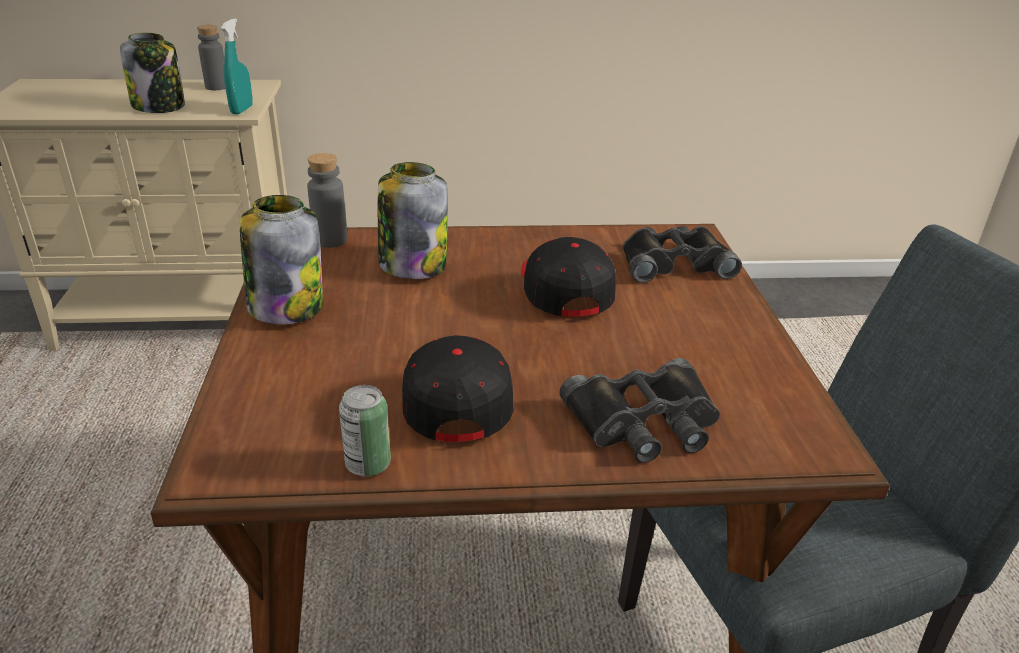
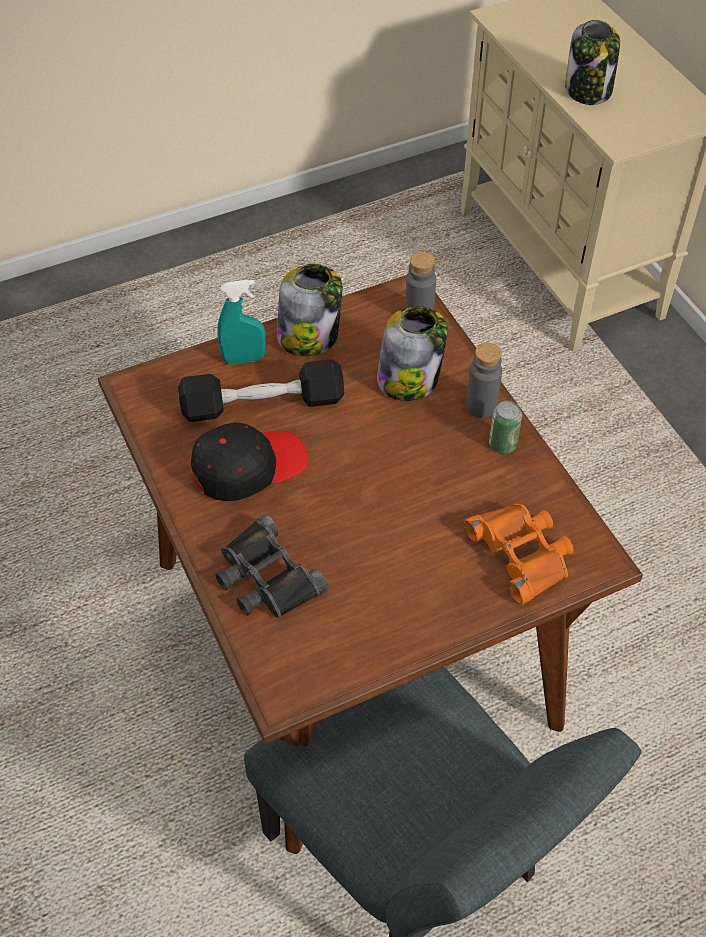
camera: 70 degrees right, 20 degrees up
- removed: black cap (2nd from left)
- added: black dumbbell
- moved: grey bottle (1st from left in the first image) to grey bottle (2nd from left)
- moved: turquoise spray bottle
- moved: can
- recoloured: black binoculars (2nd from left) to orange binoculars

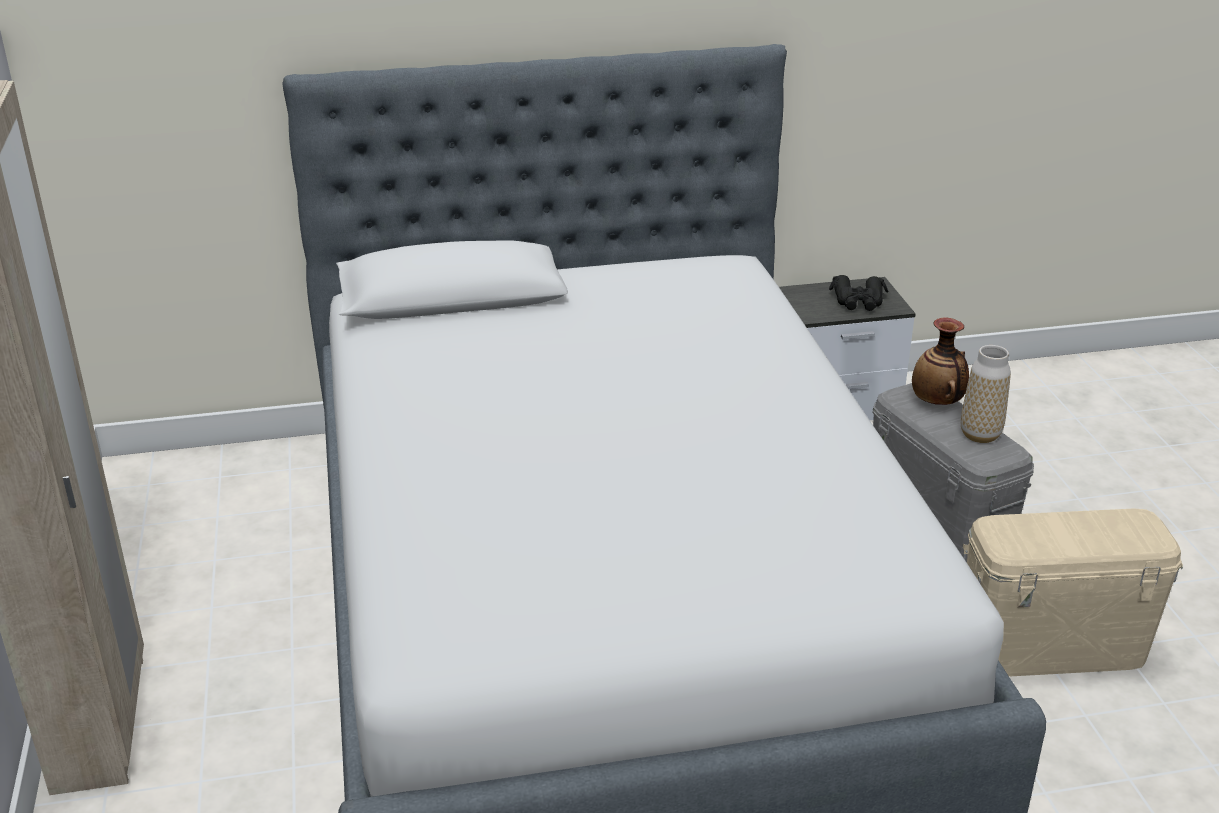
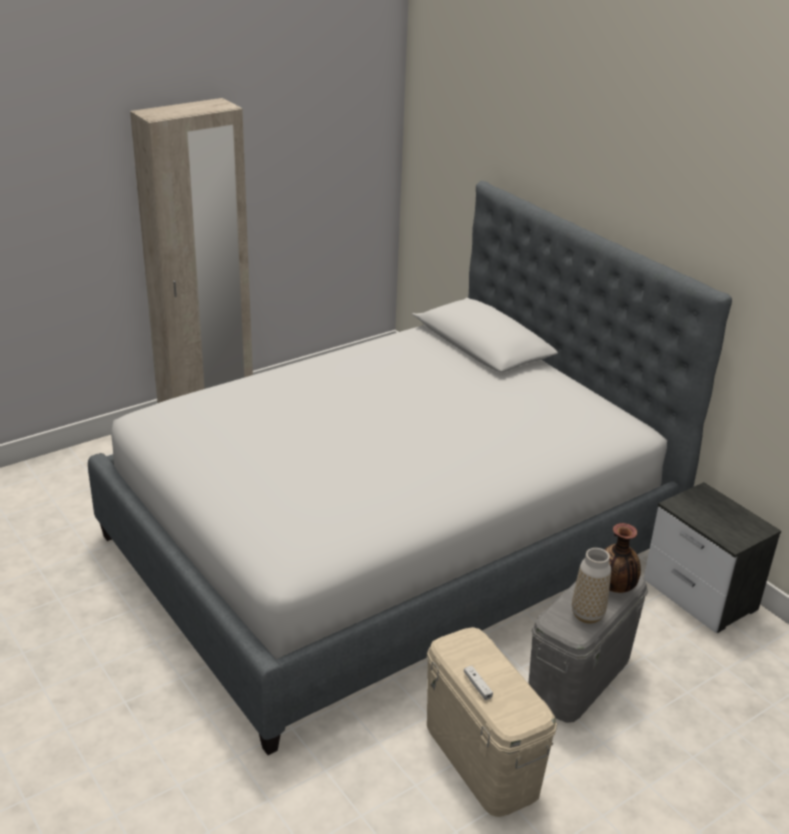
camera: 65 degrees right, 0 degrees up
- removed: black binoculars
- added: white game controller

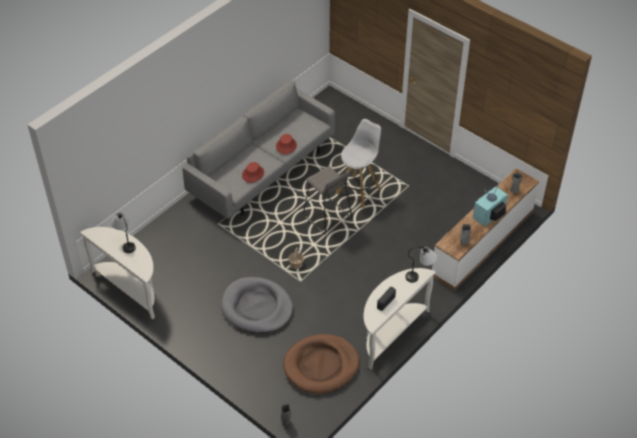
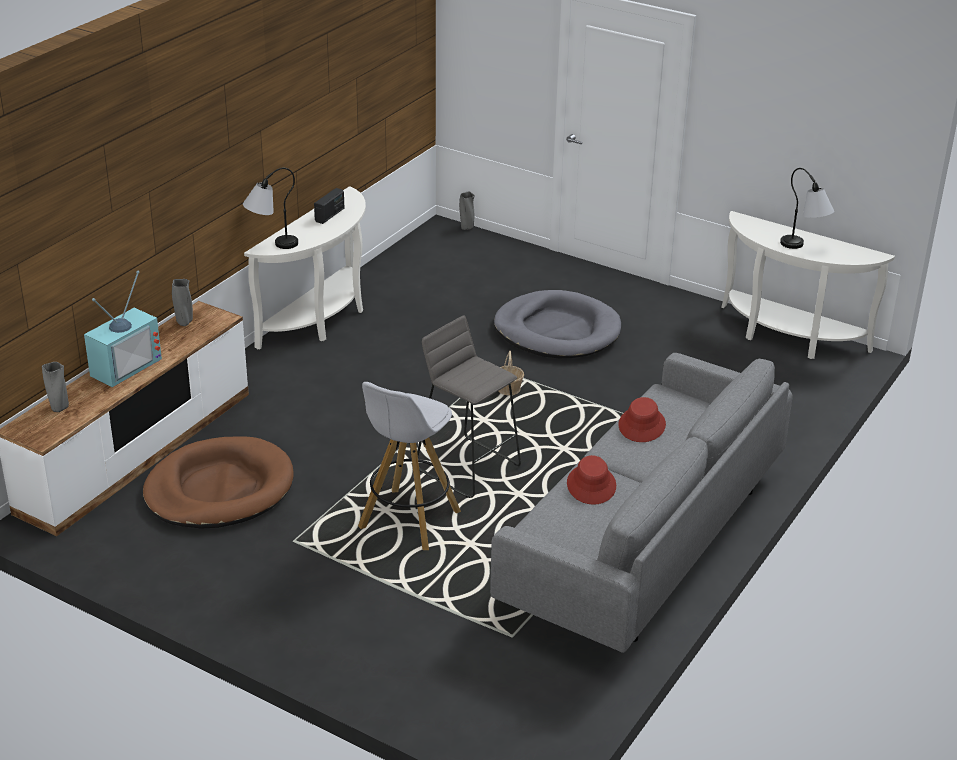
camera: 170 degrees right, 15 degrees down
- moved: brown dog bed

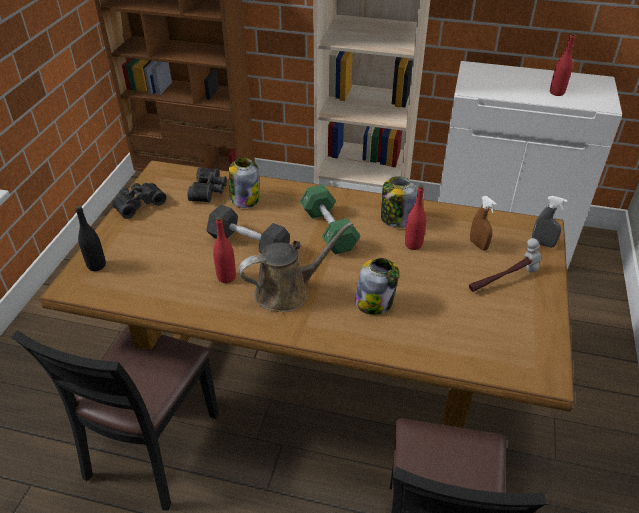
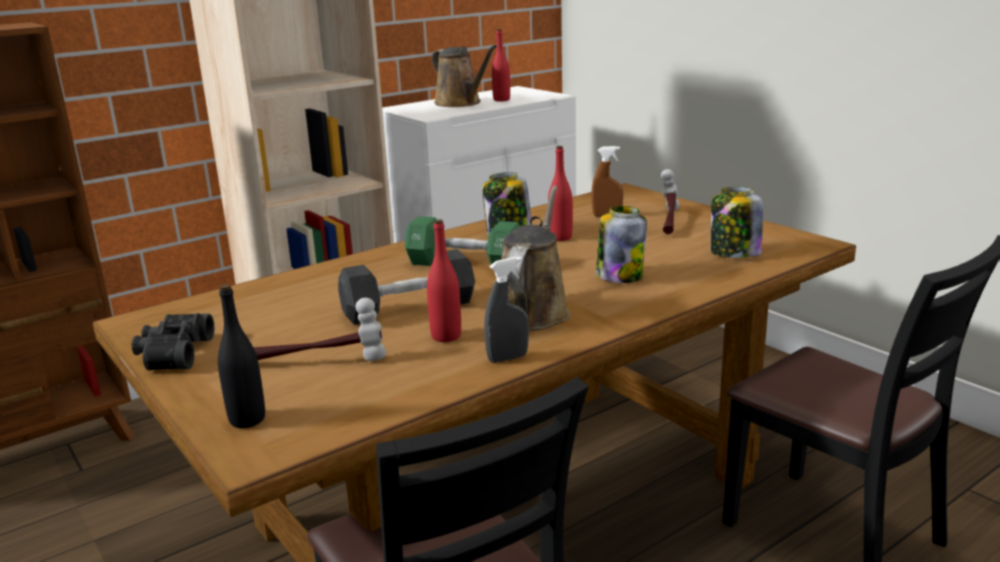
camera: 50 degrees left, 20 degrees down
- removed: black binoculars (2nd from left)
- added: hammer (1st from left)
- added: brown watering can (1st from left)
- moved: jar (1st from left in the first image) to jar (3rd from left)
- moved: grey spray bottle

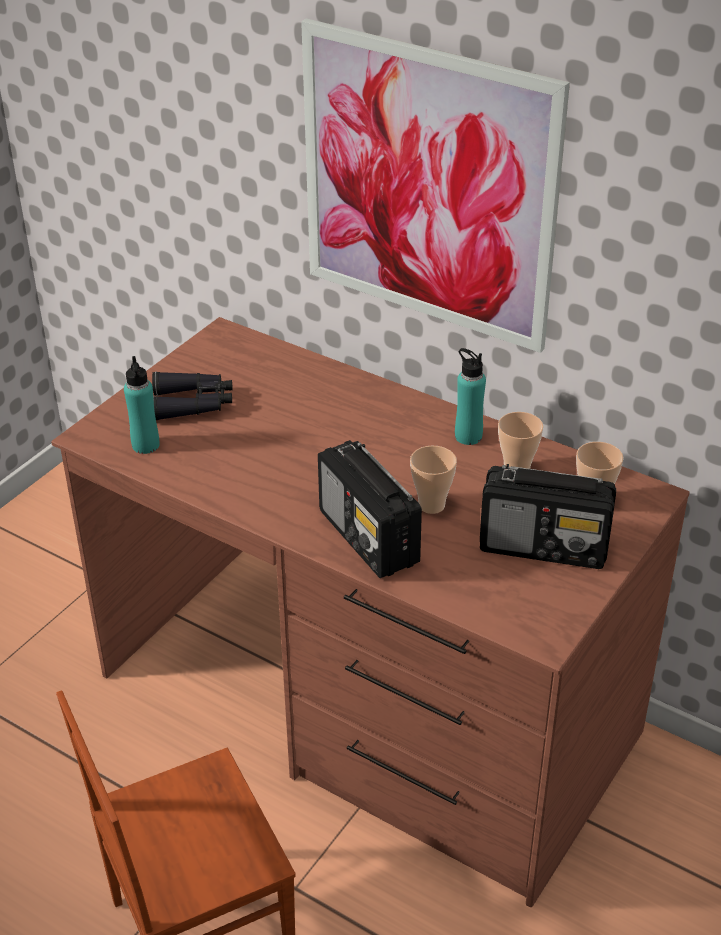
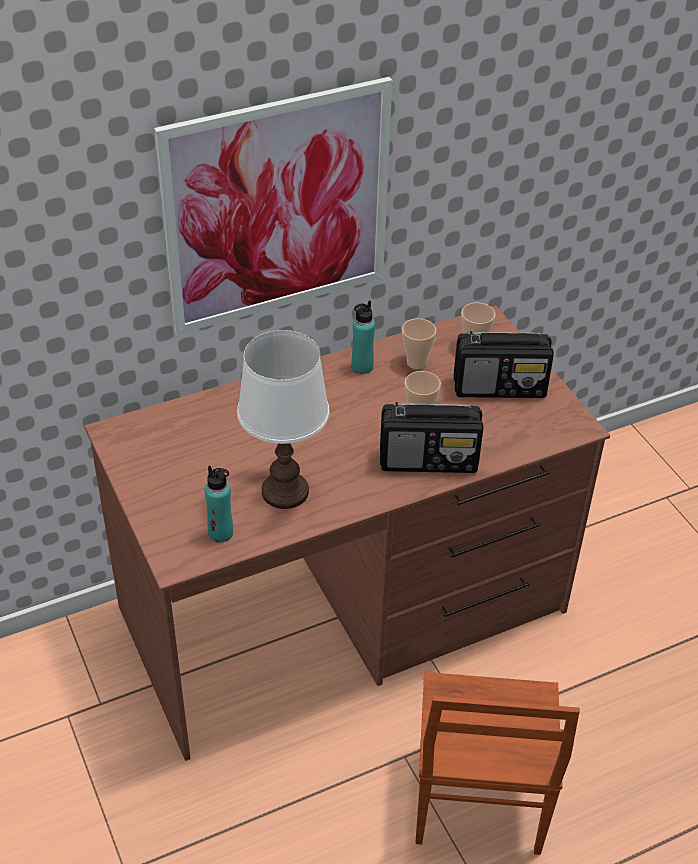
camera: 60 degrees left, 5 degrees up
- removed: black binoculars
- added: white table lamp
- turned: radio (2nd from left) 45 degrees clockwise

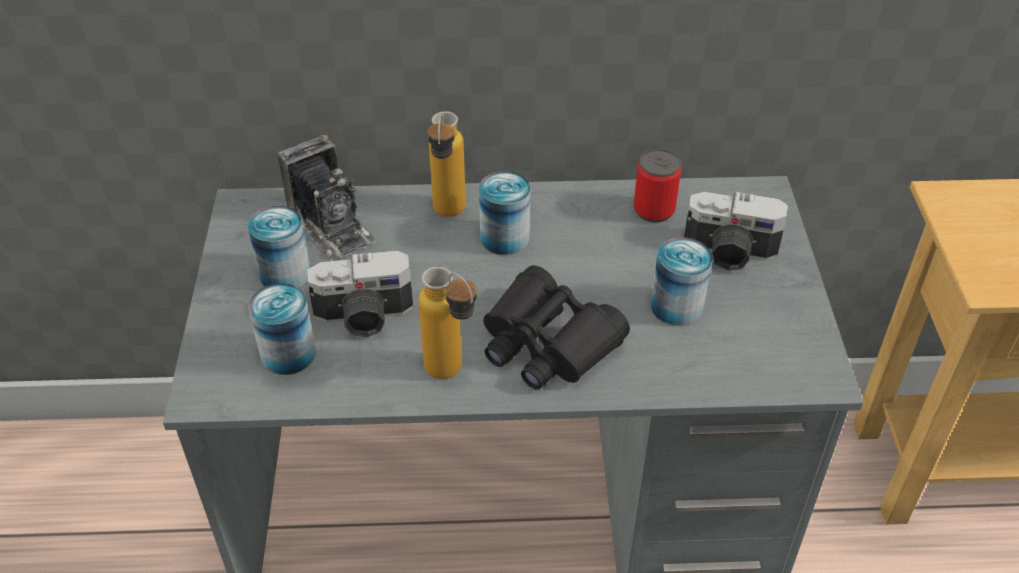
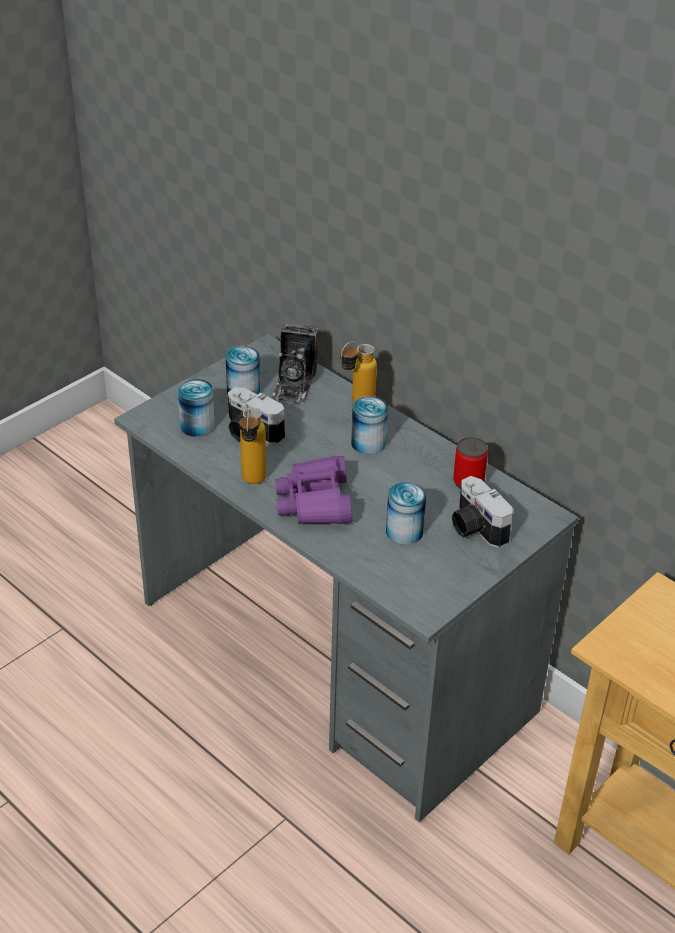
camera: 45 degrees right, 5 degrees down
- recoloured: black binoculars to purple binoculars

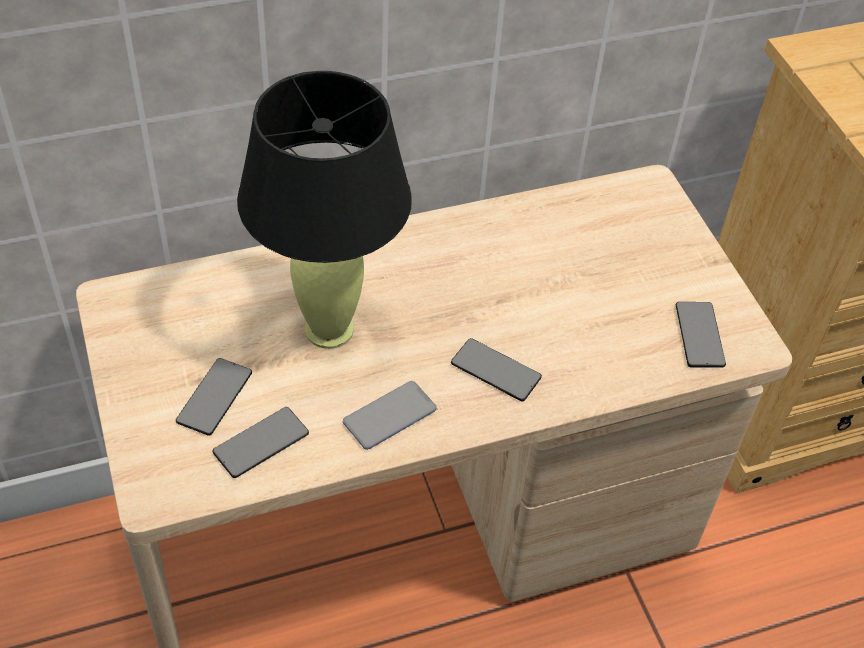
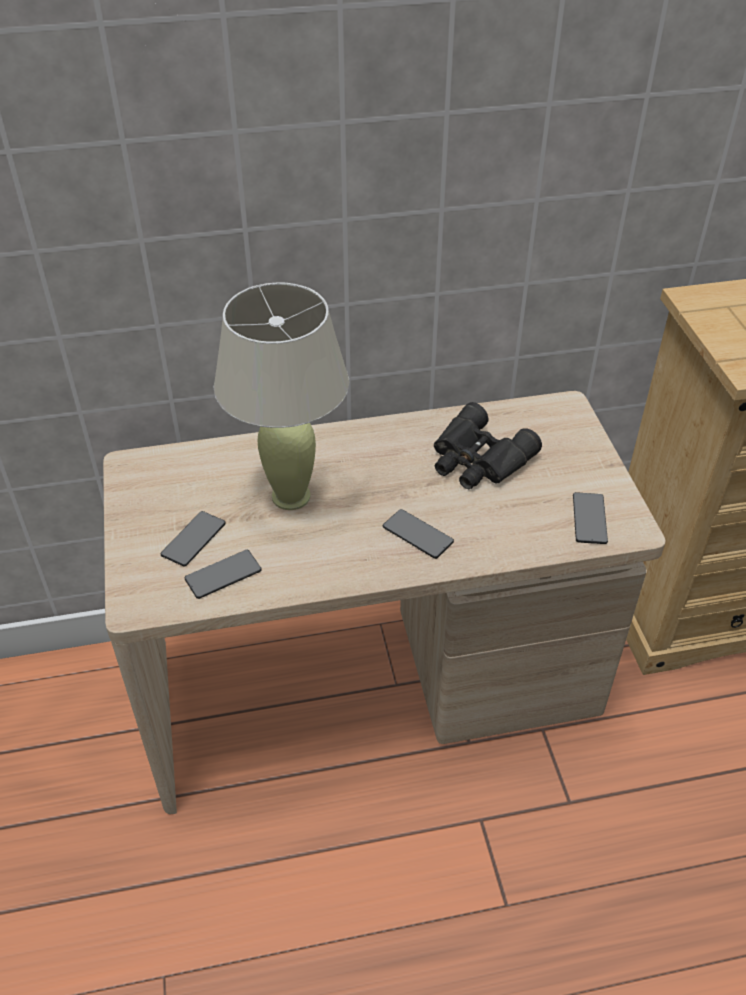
camera: 10 degrees right, 5 degrees down
- removed: phone (3rd from left)
- added: black binoculars
- recoloured: black table lamp to beige table lamp

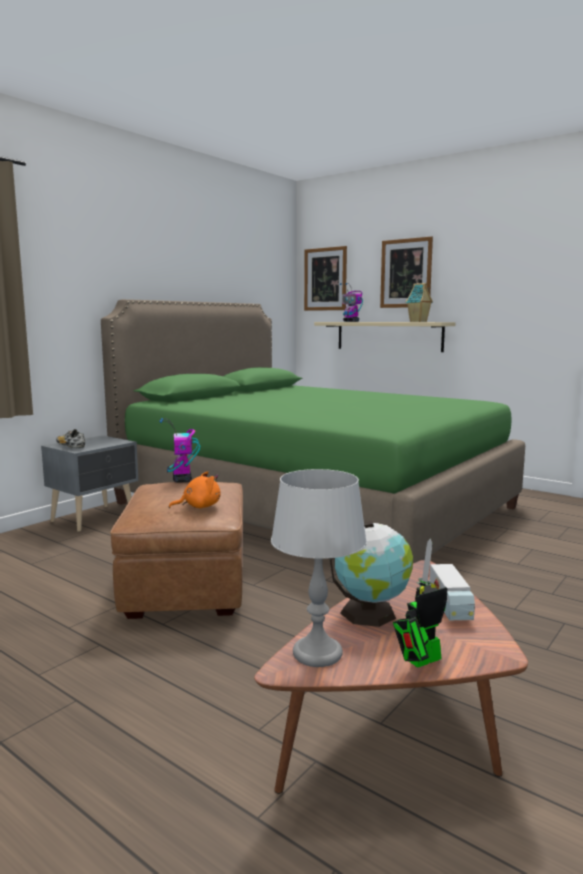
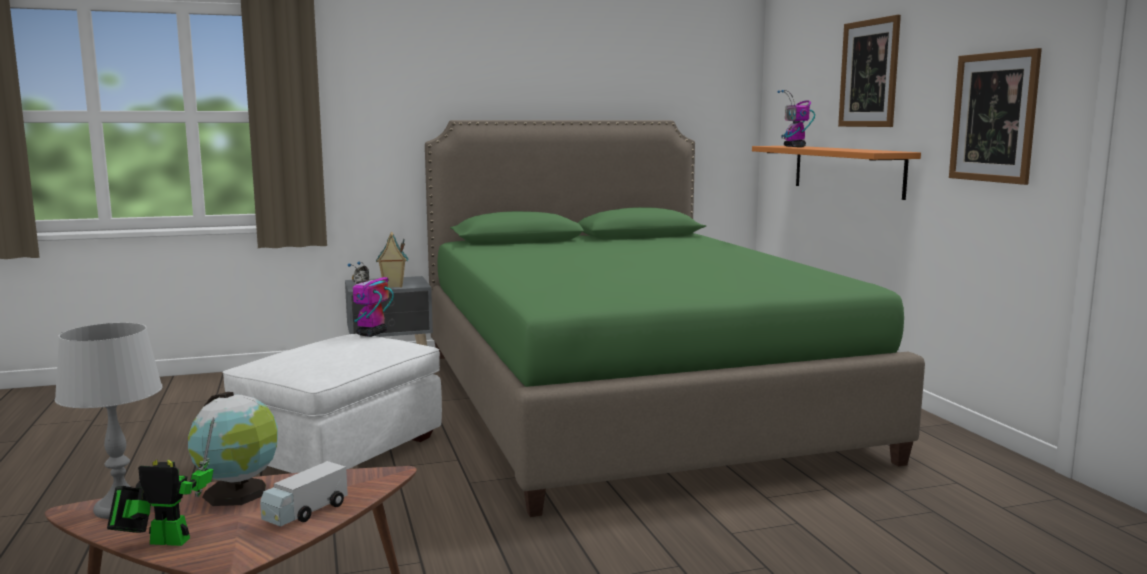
camera: 35 degrees right, 0 degrees up
- removed: orange plush toy
- moved: picture (1st from left in the first image) to picture (2nd from left)
- moved: toy house
- recoloured: brown ottoman to white ottoman
- recoloured: beige shelf to orange shelf

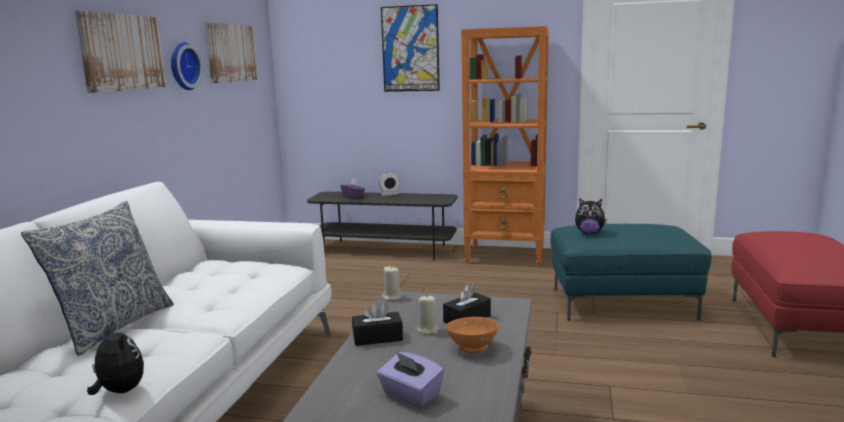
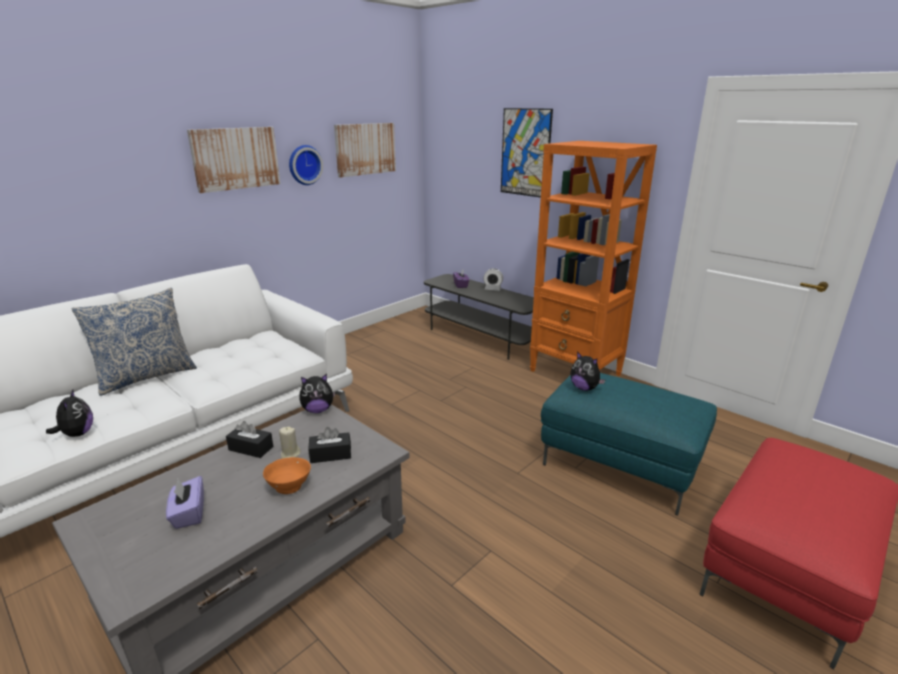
camera: 30 degrees right, 10 degrees up
- replaced: beige candle (1st from left) to plush toy (2nd from left)

